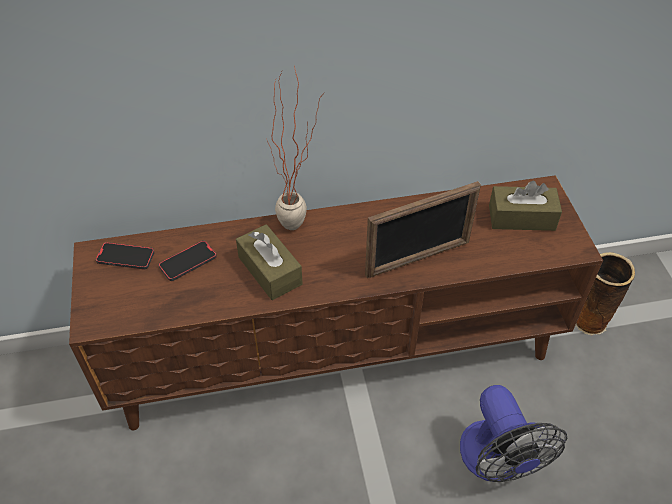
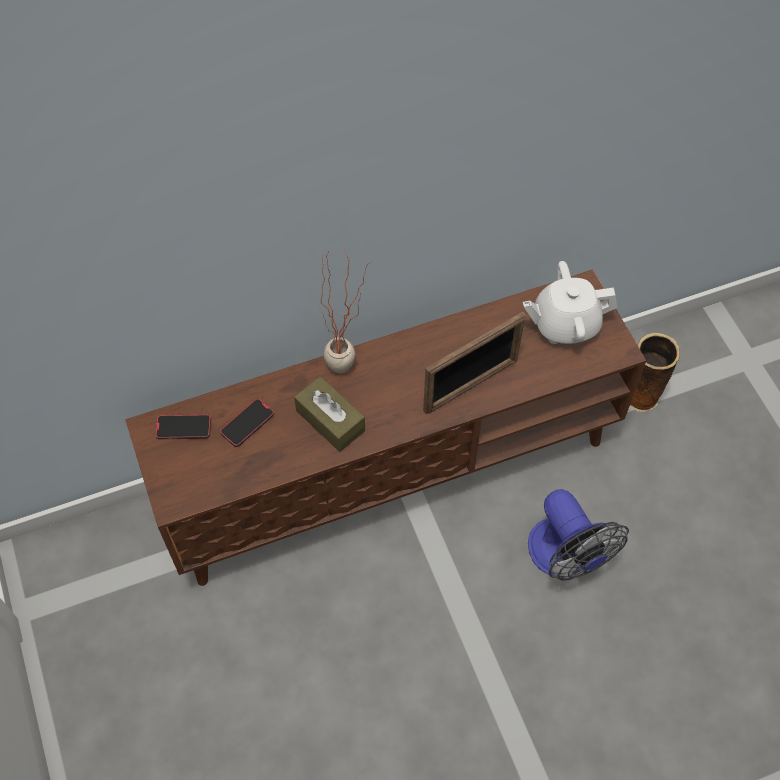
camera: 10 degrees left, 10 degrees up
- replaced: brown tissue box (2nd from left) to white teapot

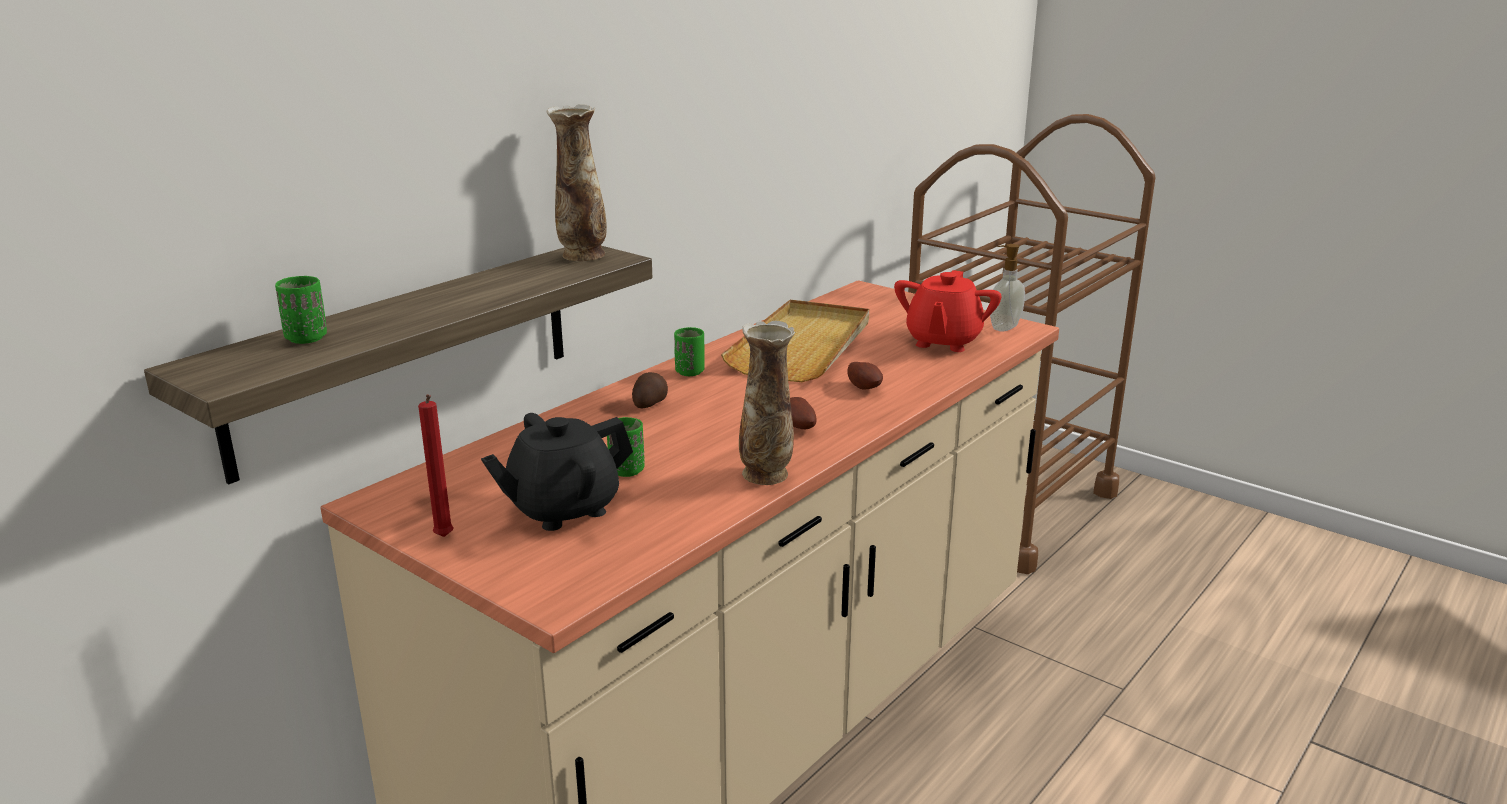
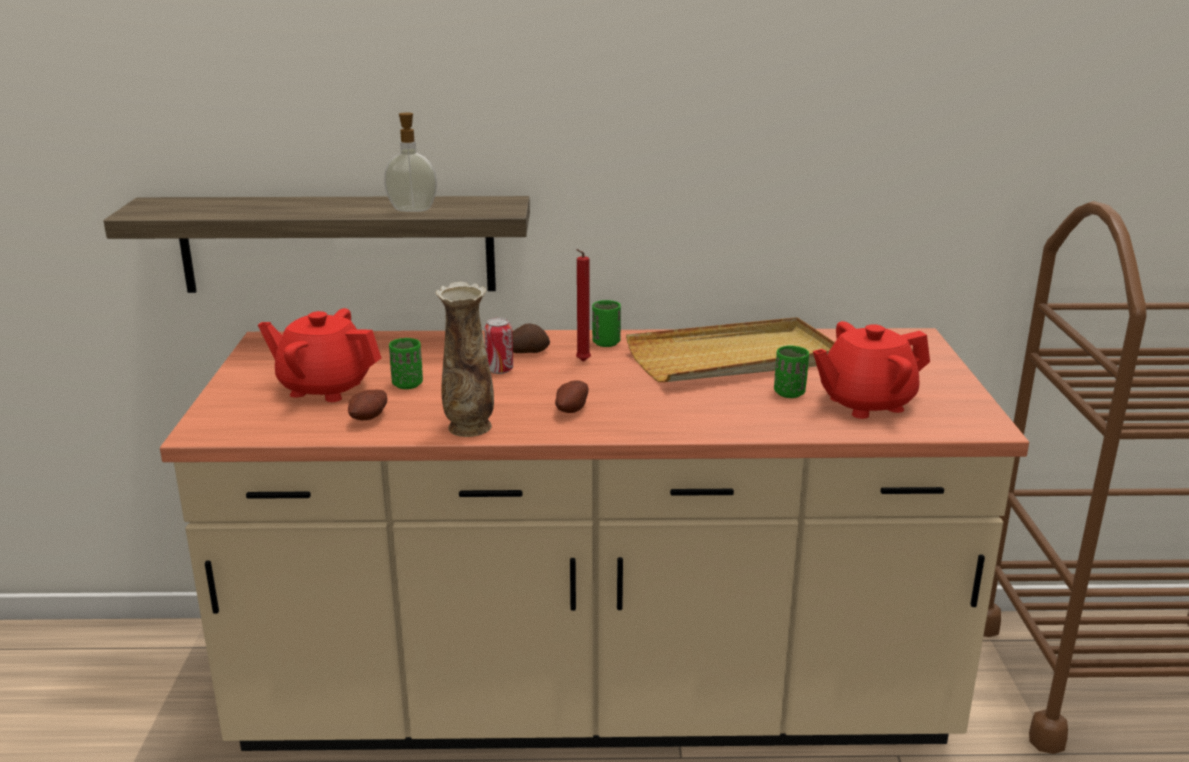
camera: 50 degrees right, 0 degrees up
- removed: vase (1st from left)
- added: can
- moved: green cup (1st from left in the first image) to green cup (3rd from left)
- moved: red candle
- moved: potato (3rd from left in the first image) to potato (1st from left)
- moved: soap dispenser
- recoloured: black teapot to red teapot (1st from left)

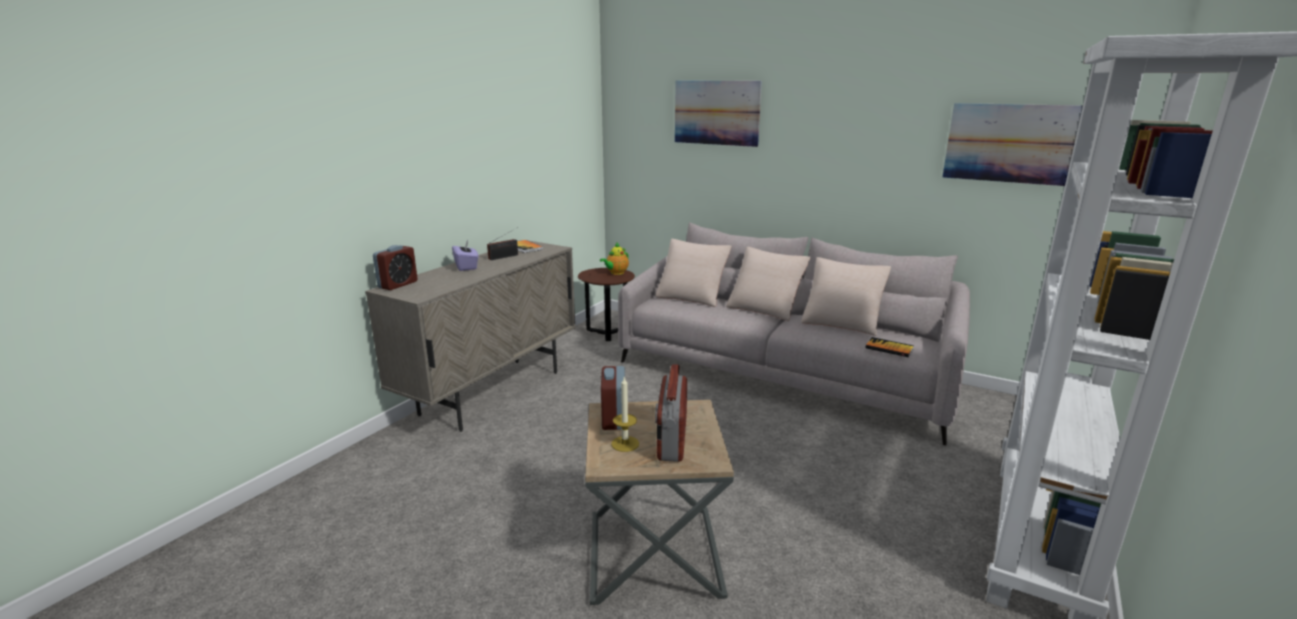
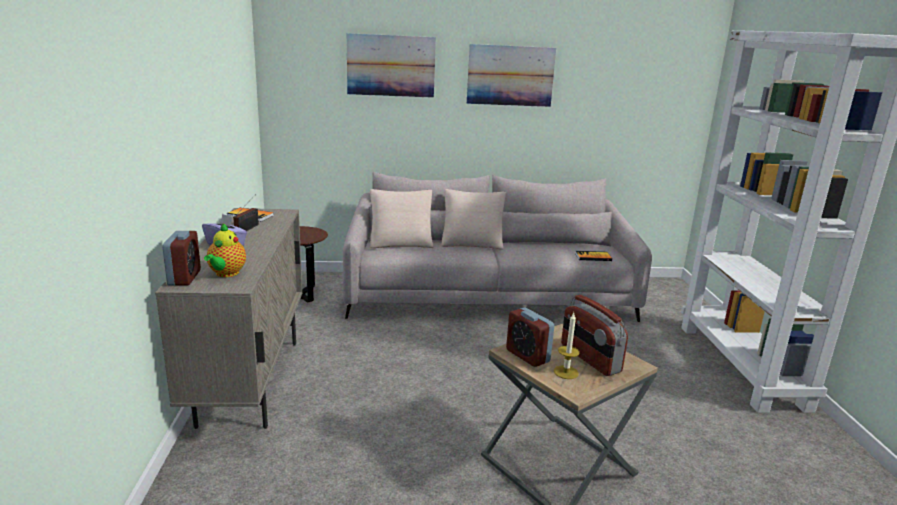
camera: 35 degrees left, 0 degrees up
- removed: beige pillow (3rd from left)
- moved: teapot
- moved: picture (2nd from left)

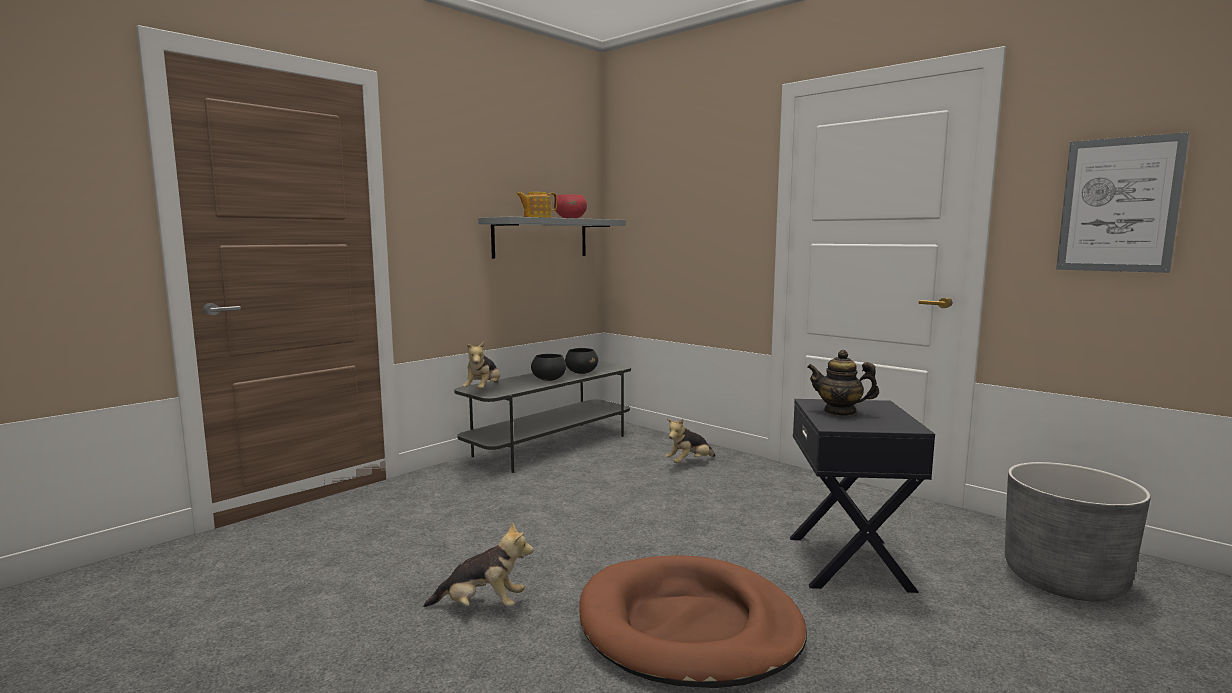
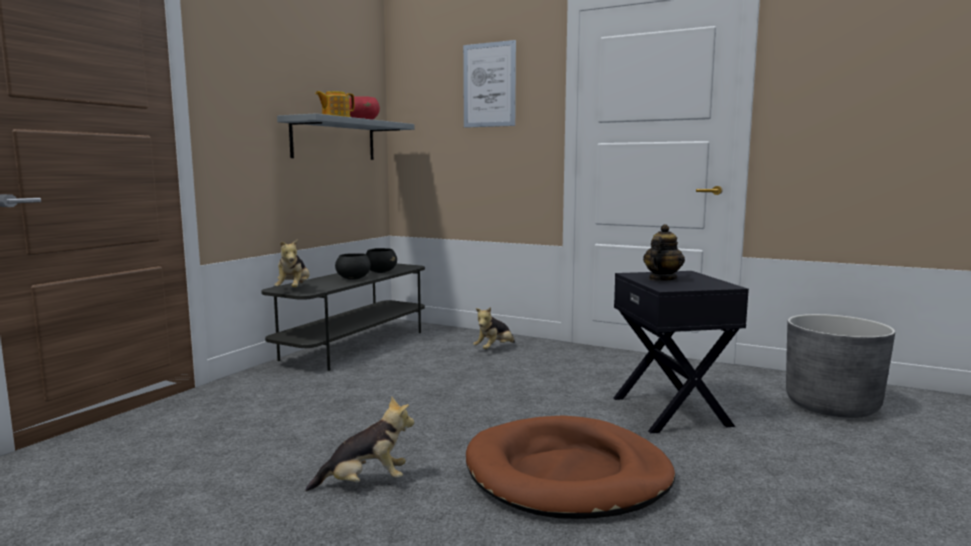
camera: 15 degrees left, 0 degrees up
- moved: picture
- turned: teapot (2nd from left) 120 degrees clockwise

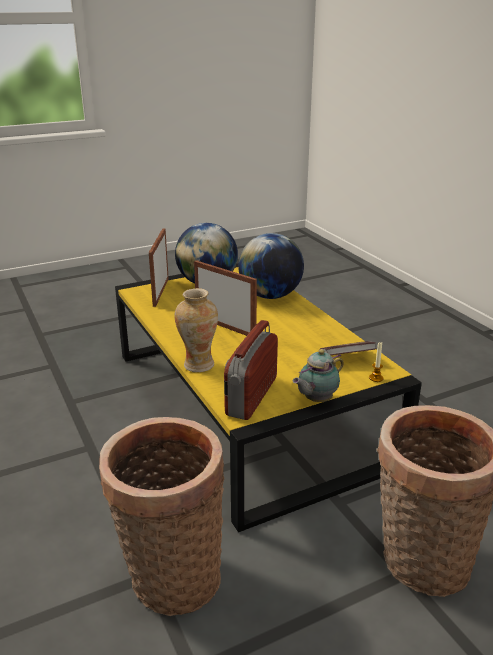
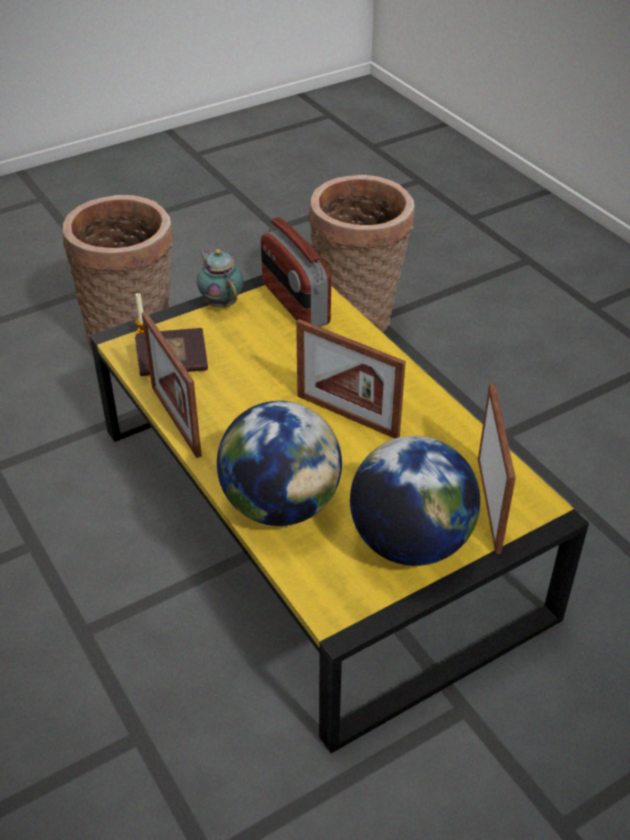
camera: 175 degrees right, 15 degrees up
- removed: vase
- added: picture frame (1st from left)
- turned: radio 135 degrees clockwise
- turned: teapot 75 degrees counterclockwise

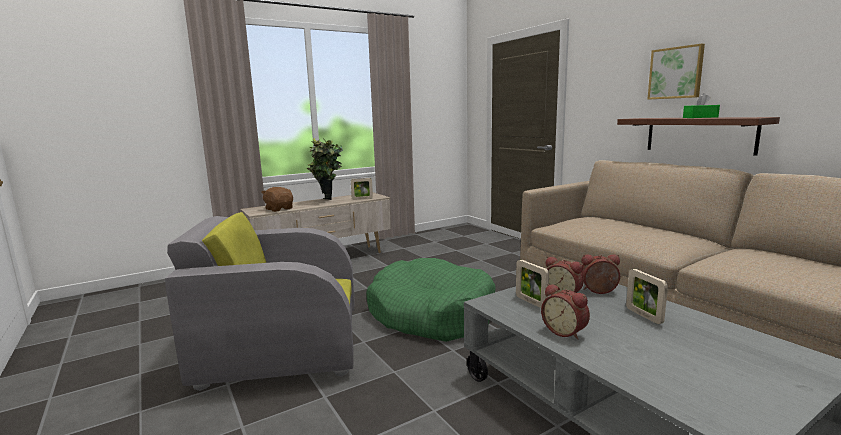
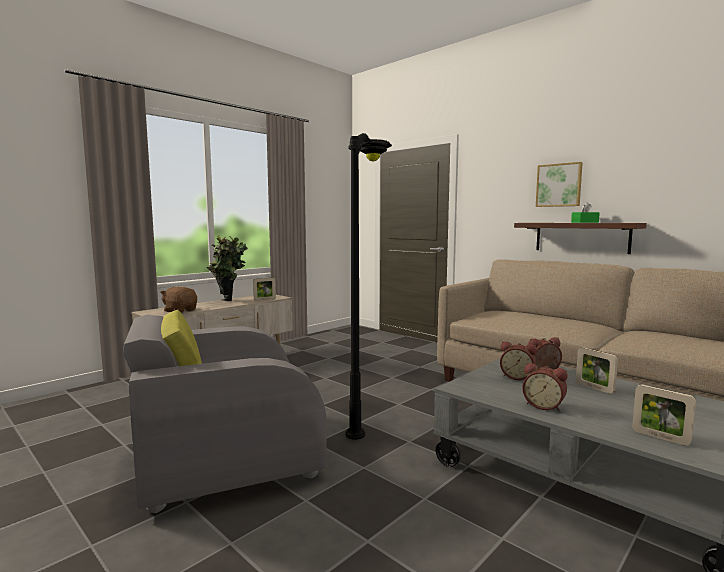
camera: 15 degrees left, 5 degrees down
- moved: picture frame (2nd from left in the first image) to picture frame (3rd from left)
- replaced: green dog bed to black floor lamp

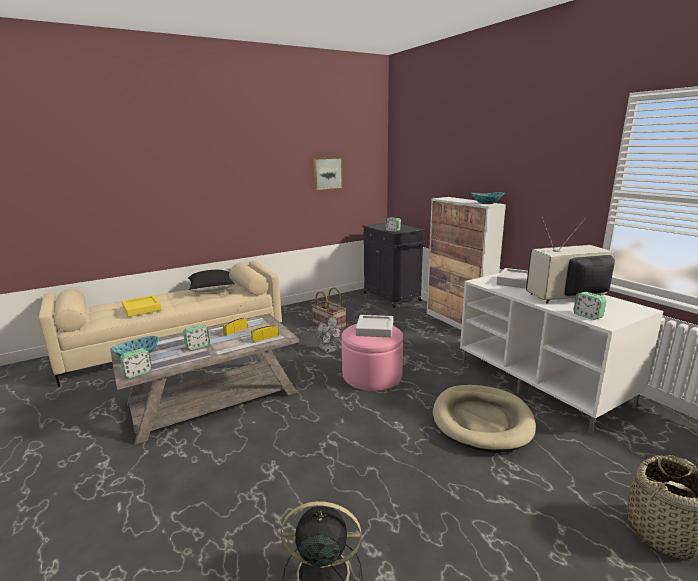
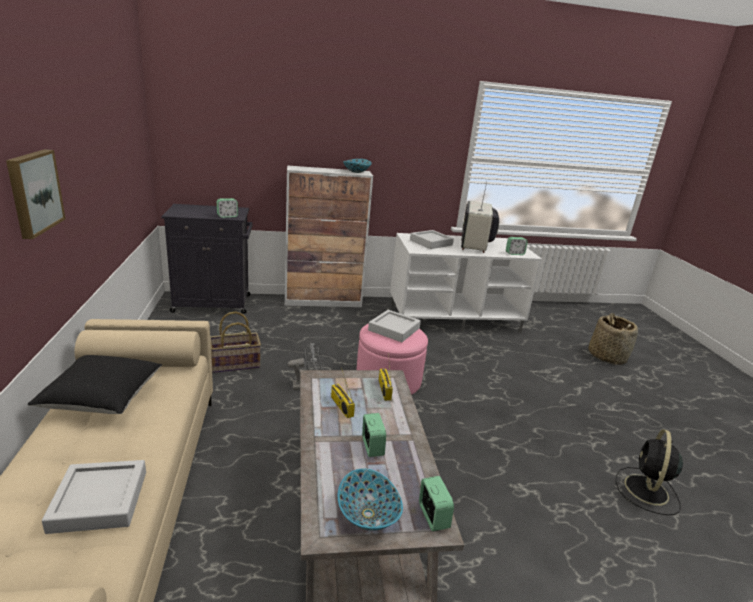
camera: 70 degrees left, 5 degrees up
- removed: beige dog bed
- moved: picture
- recoloured: yellow tray to grey tray (1st from left)

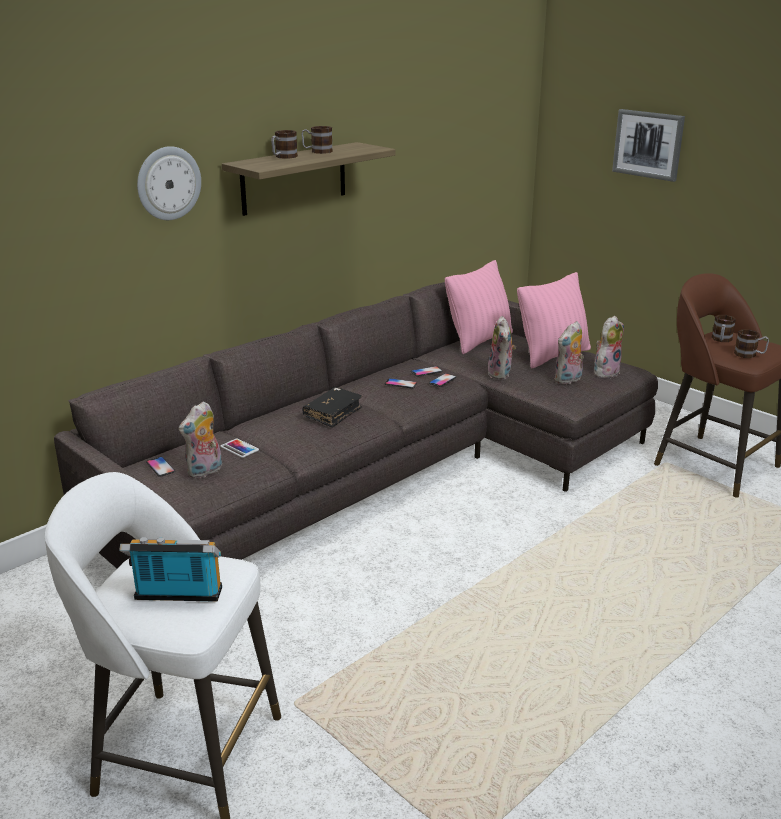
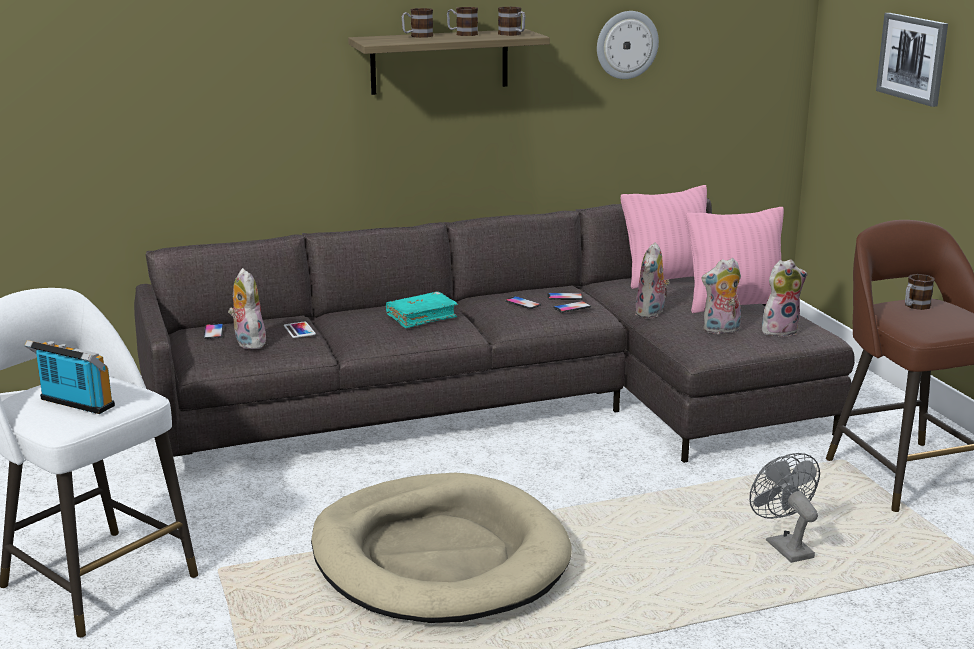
camera: 25 degrees right, 5 degrees down
- added: beige dog bed
- added: grey fan
- moved: wall clock
- moved: mug (4th from left in the first image) to mug (3rd from left)
- recoloured: black book to turquoise book
- turned: plush toy (1st from left) 90 degrees clockwise

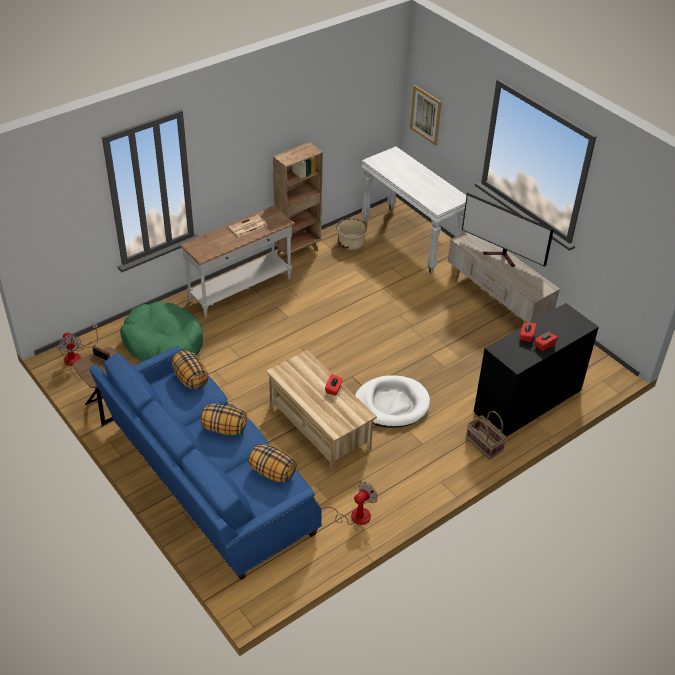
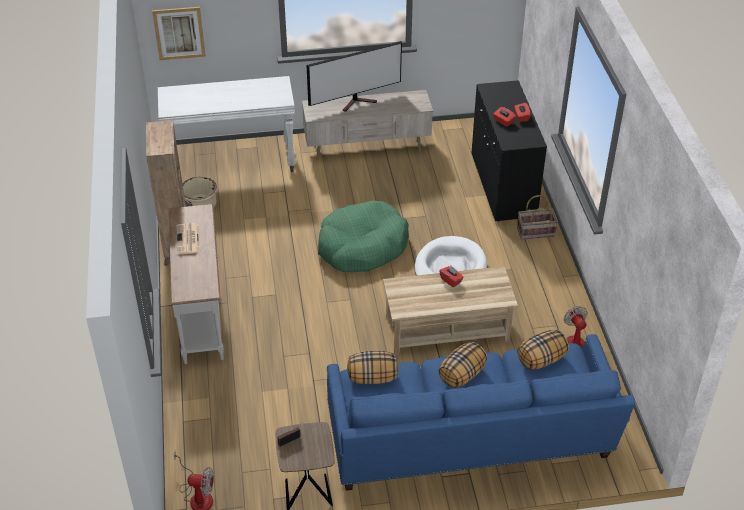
camera: 60 degrees left, 0 degrees up
- moved: green dog bed

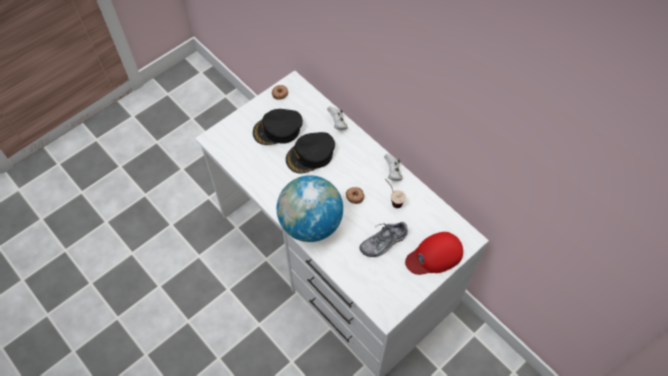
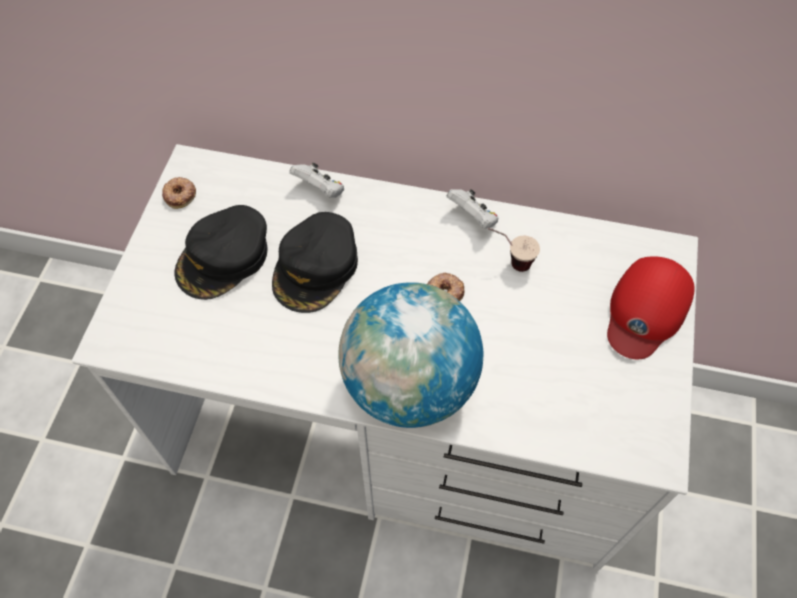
camera: 35 degrees left, 0 degrees up
- removed: shoe

